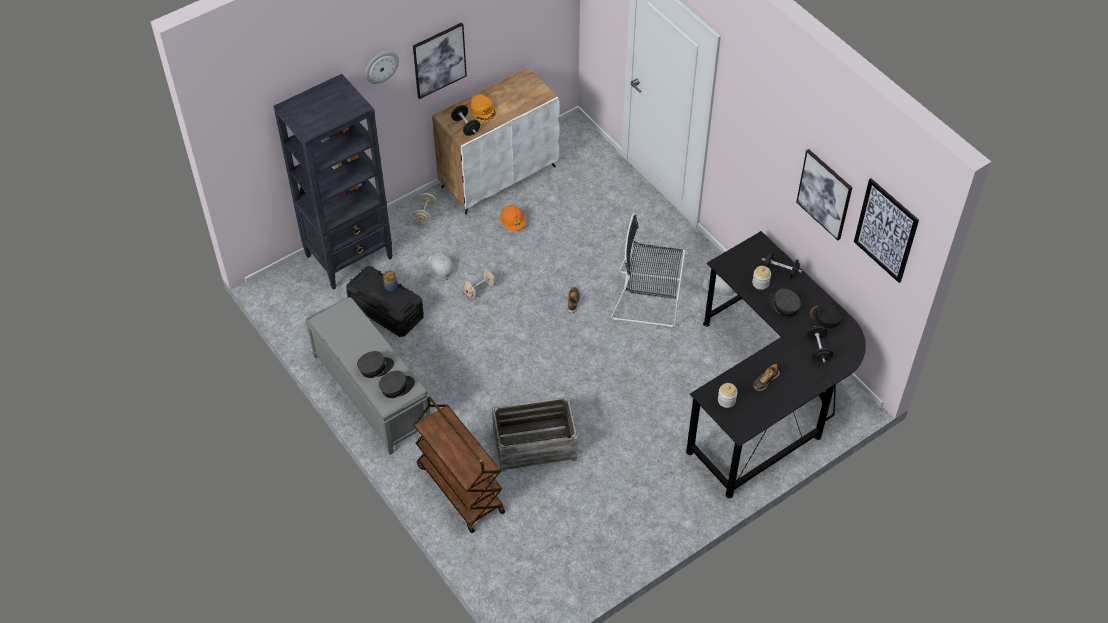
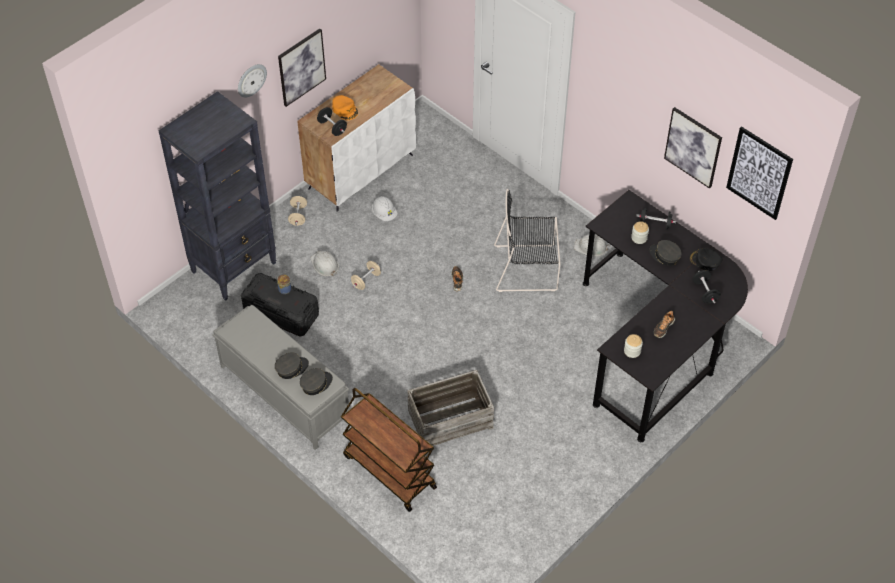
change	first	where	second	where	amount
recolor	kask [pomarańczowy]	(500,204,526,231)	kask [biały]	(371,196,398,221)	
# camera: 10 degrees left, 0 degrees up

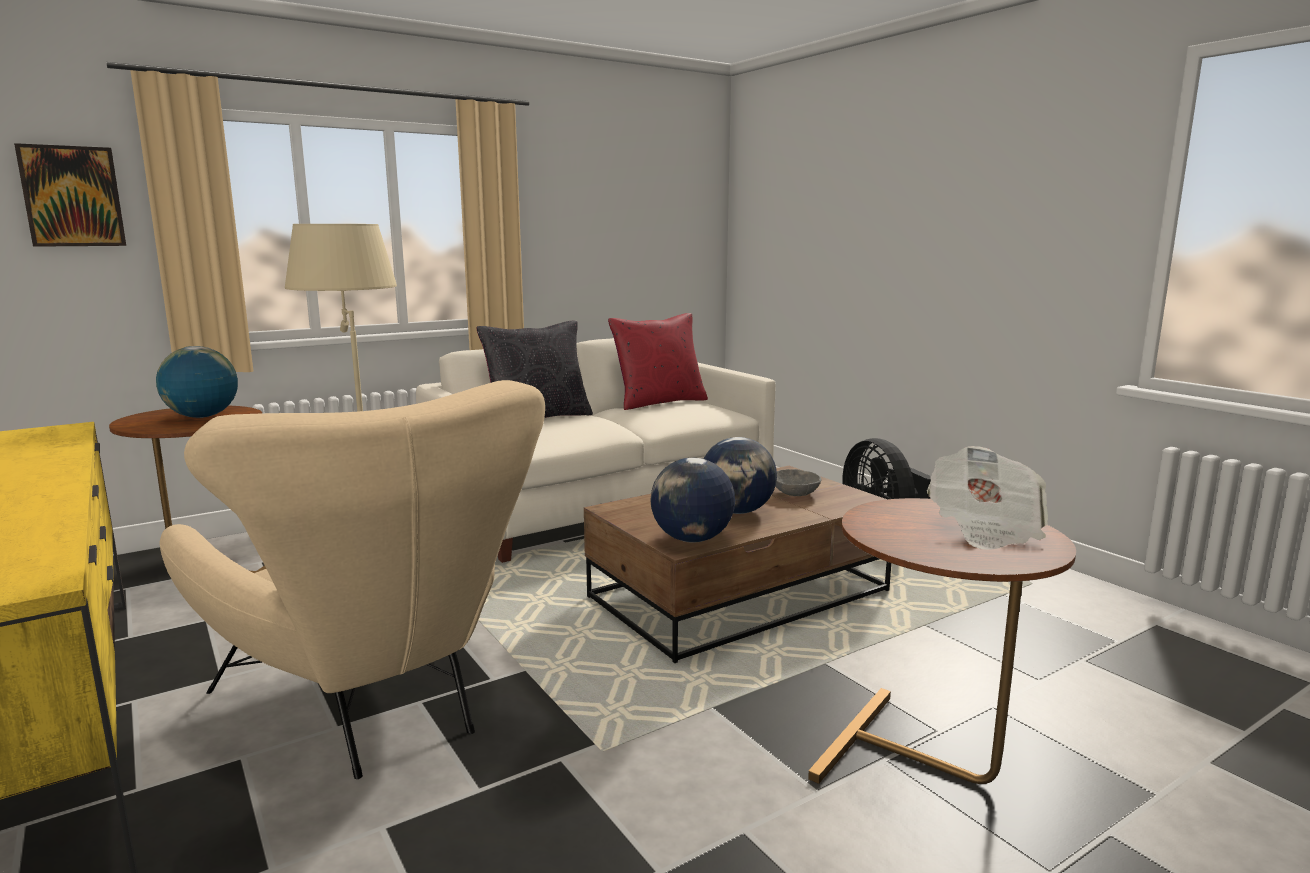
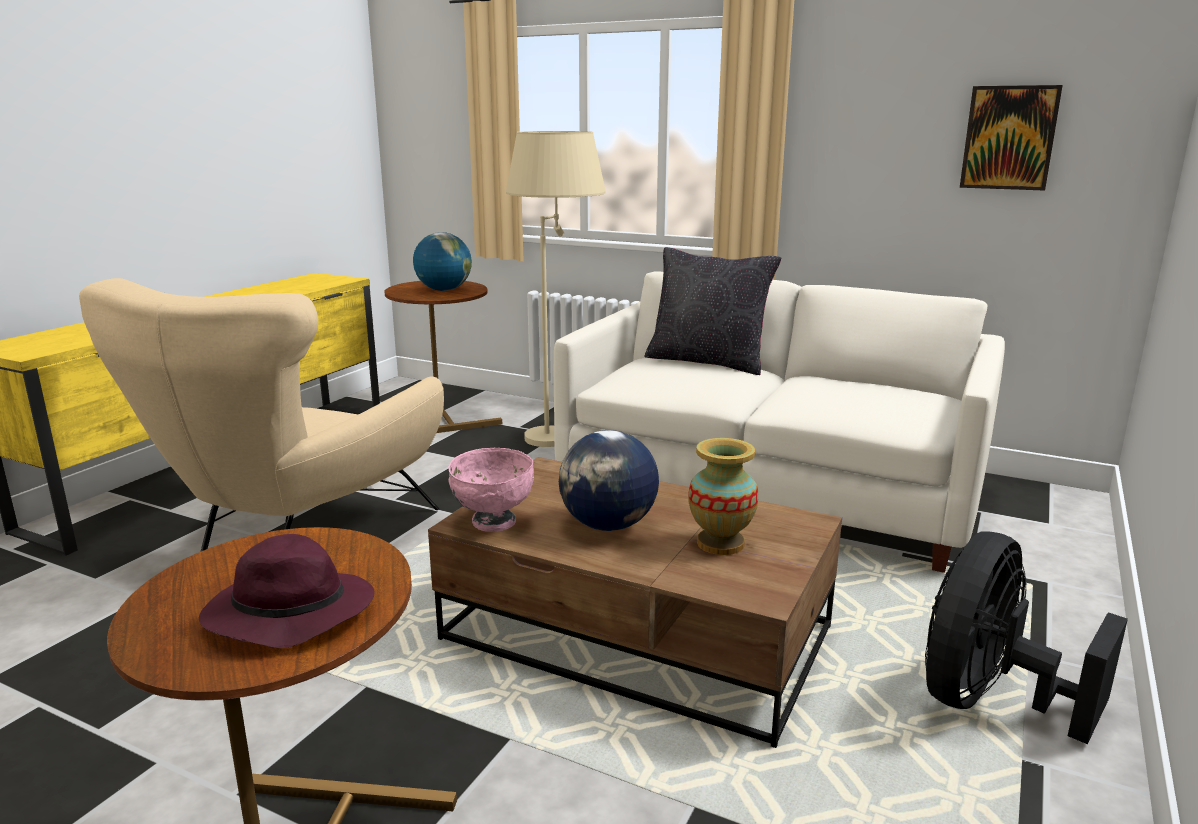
change	first	where	second	where	amount
delete	poduszka [czerwony]	(608,313,708,410)			
move	obraz	(14,143,126,247)		(960,85,1063,191)	
replace	globus	(650,458,735,543)	miska [różowy]	(448,448,534,532)	
replace	miska [szary]	(776,469,821,496)	wazon	(688,438,758,555)	
replace	gazeta	(926,446,1048,550)	kapelusz [fioletowy]	(199,534,375,648)	
# camera: 60 degrees right, 5 degrees up

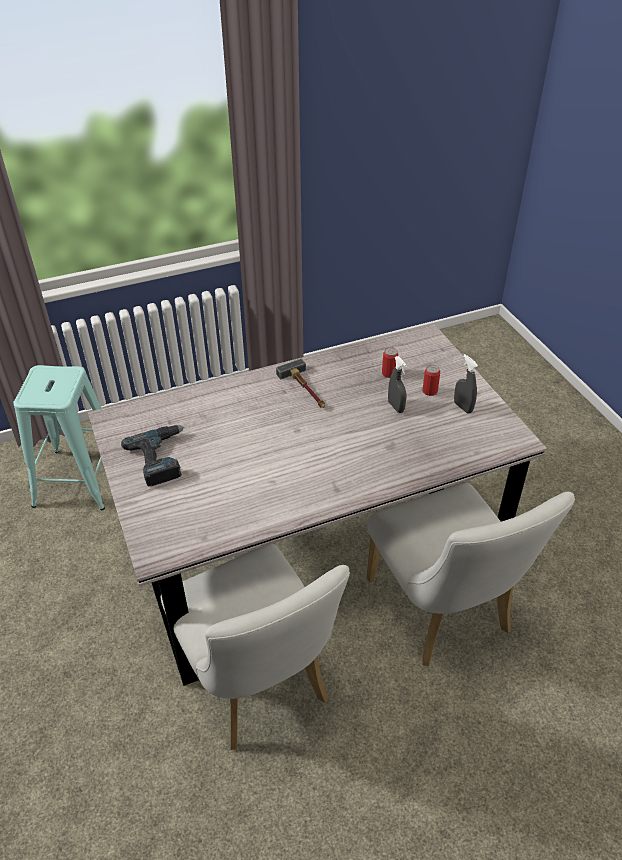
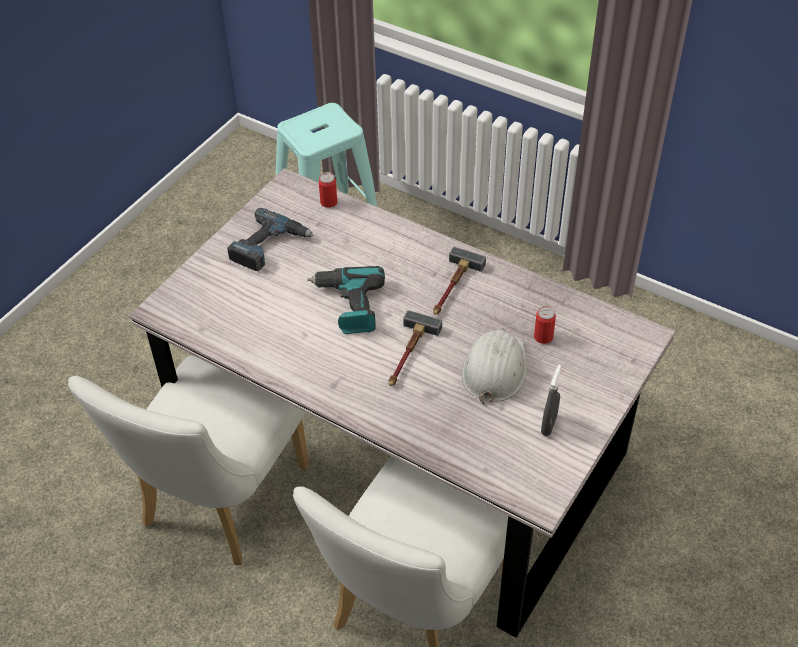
change	first	where	second	where	amount
insert			wiertarka	(307,266,385,334)	
insert			młotek	(389,310,442,386)	
move	puszka	(423,364,440,396)		(319,173,337,208)	
replace	spryskiwacz [szary]	(388,356,407,413)	kask [biały]	(462,328,527,404)	
# camera: 55 degrees right, 5 degrees up

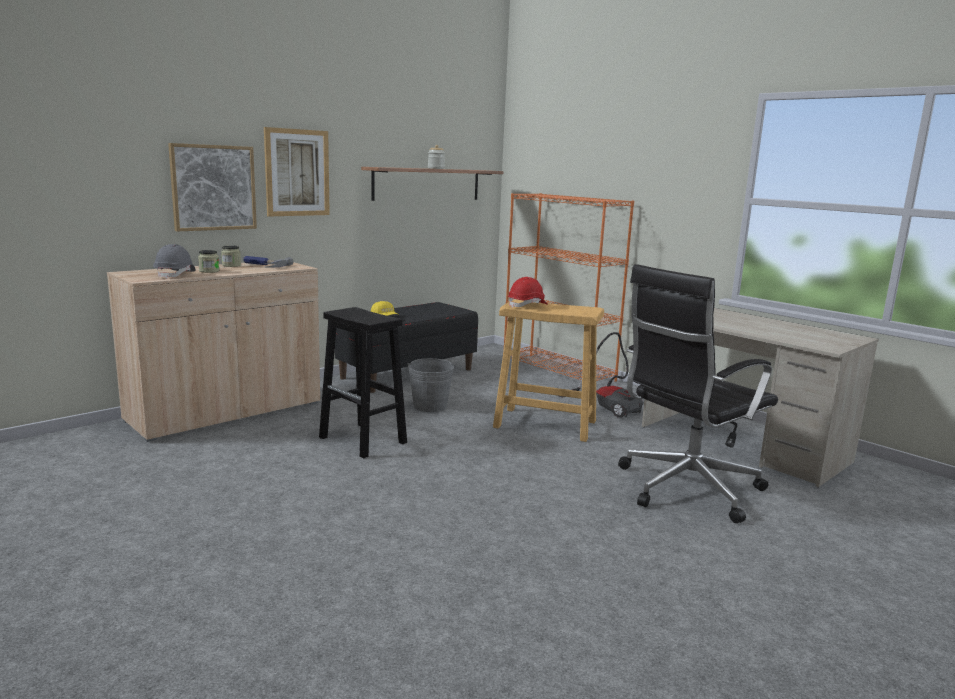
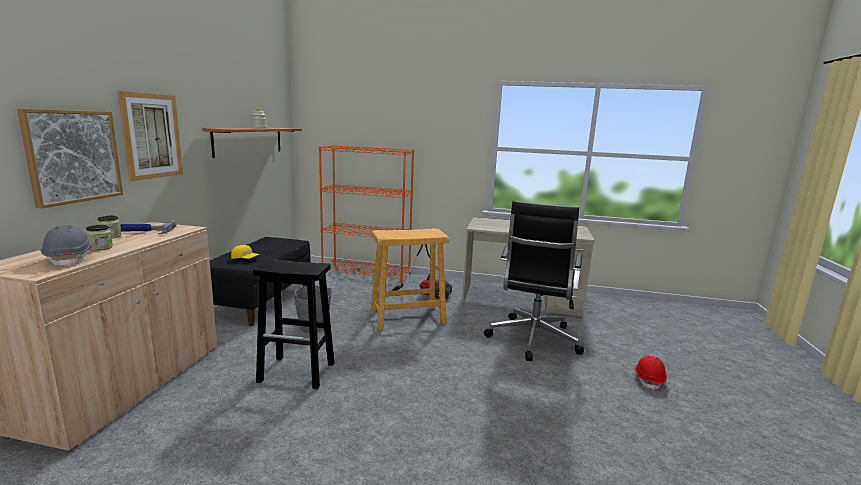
change	first	where	second	where	amount
move	kask [czerwony]	(508,277,548,308)		(635,356,667,390)	
# camera: 35 degrees left, 0 degrees up

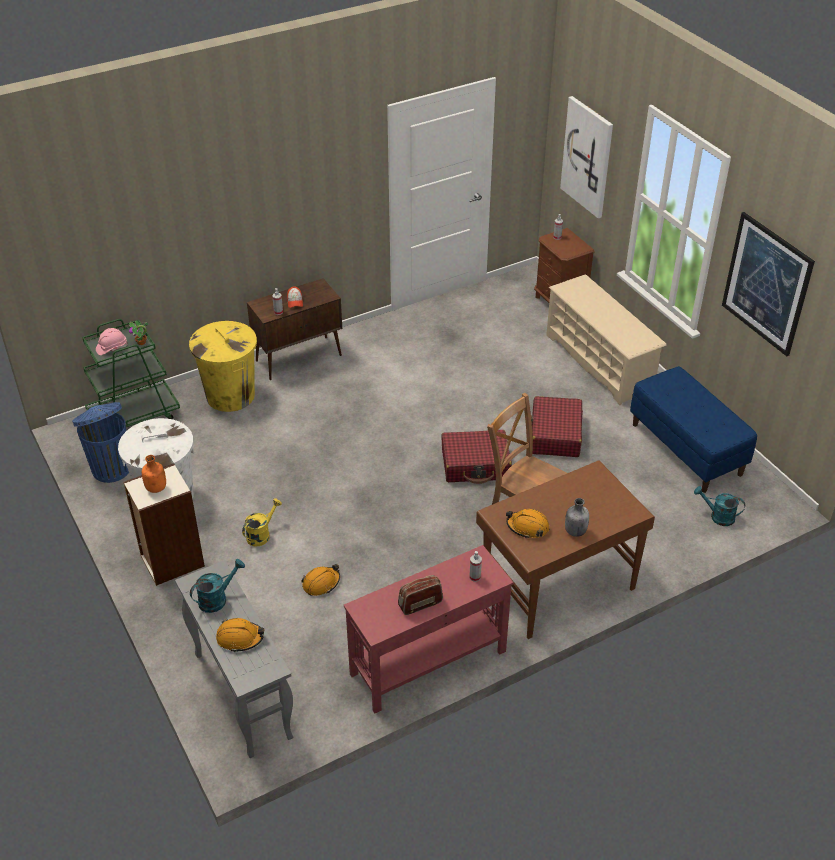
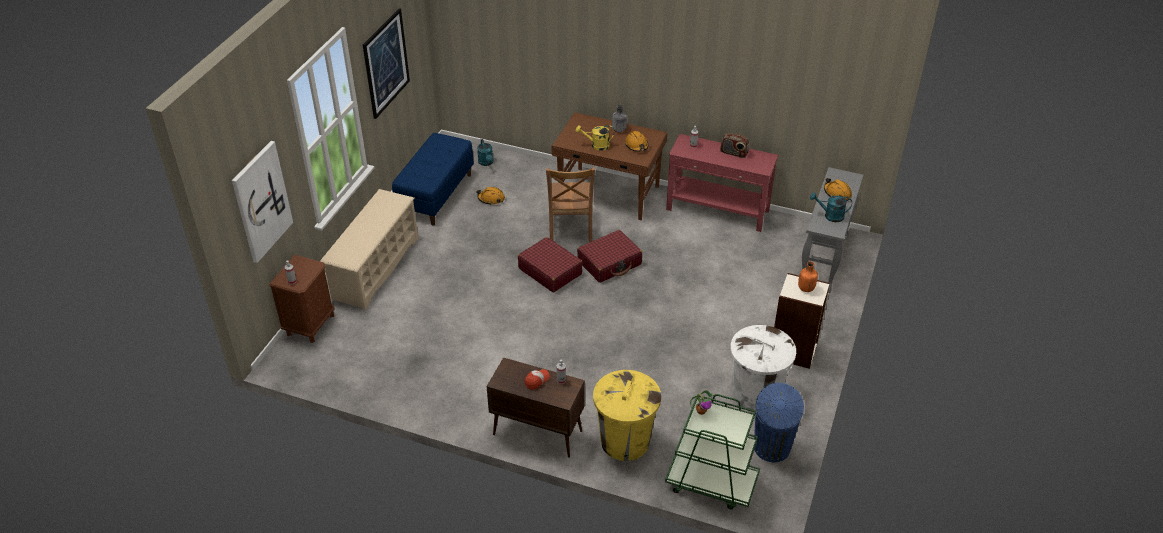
change	first	where	second	where	amount
delete	kask [różowy]	(96,328,127,355)			
move	konewka [żółty]	(242,498,282,547)		(576,125,614,151)	
move	kask [pomarańczowy]	(301,564,340,596)		(476,187,505,205)	
move	walizka [czerwony]	(531,396,583,457)		(577,230,642,283)	
# camera: 130 degrees left, 0 degrees up

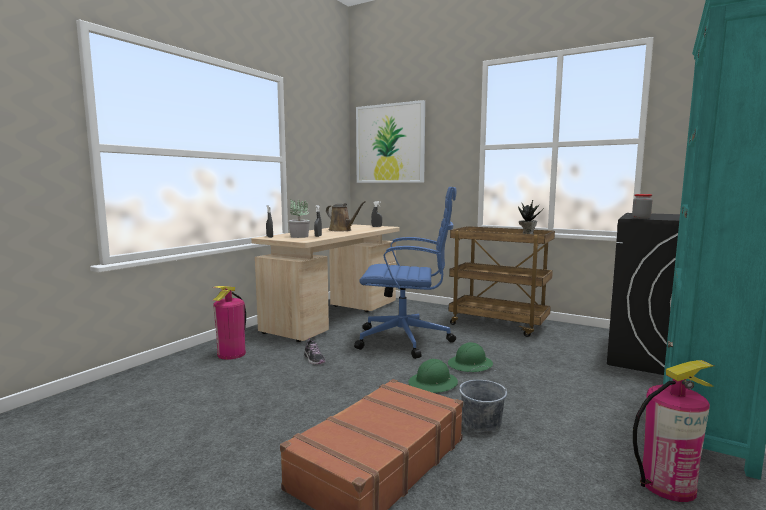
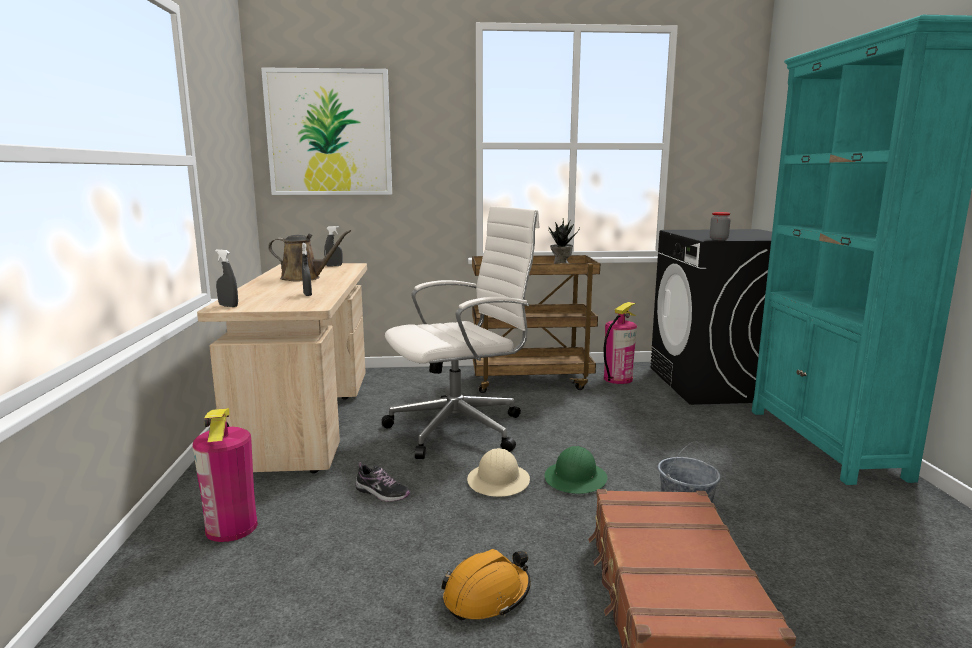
change	first	where	second	where	amount
delete	roślina doniczkowa	(288,200,310,238)			
delete	kask [zielony]	(448,342,493,372)			
insert			kask [pomarańczowy]	(441,549,531,620)	
insert			kask [beżowy]	(467,448,530,497)	
move	gaśnica	(633,360,714,502)		(604,302,637,384)	
recolor	krzesło biurowe [niebieski]	(354,187,456,359)	krzesło biurowe [biały]	(381,206,540,459)	
# camera: 35 degrees left, 5 degrees up

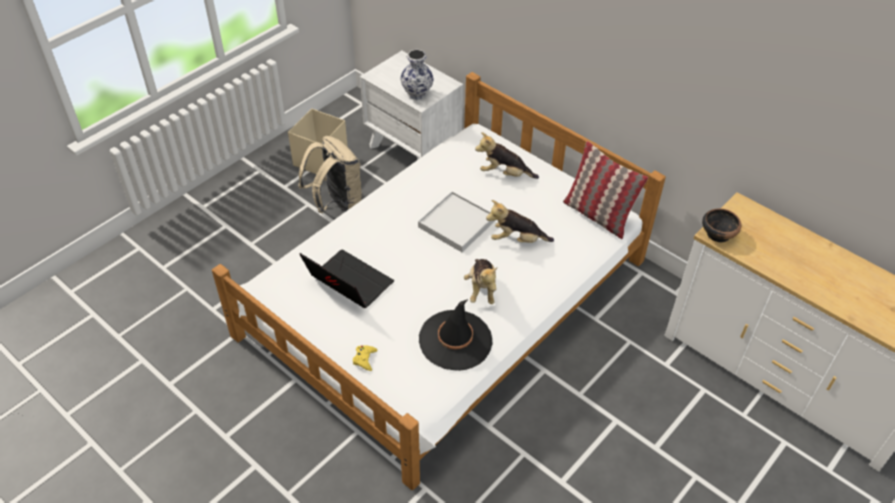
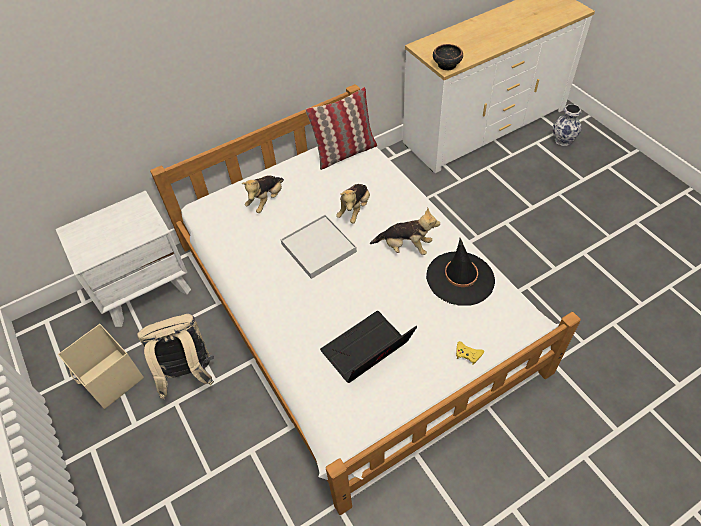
change	first	where	second	where	amount
move	wazon	(400,49,434,100)		(552,104,582,146)	
# camera: 70 degrees left, 5 degrees up

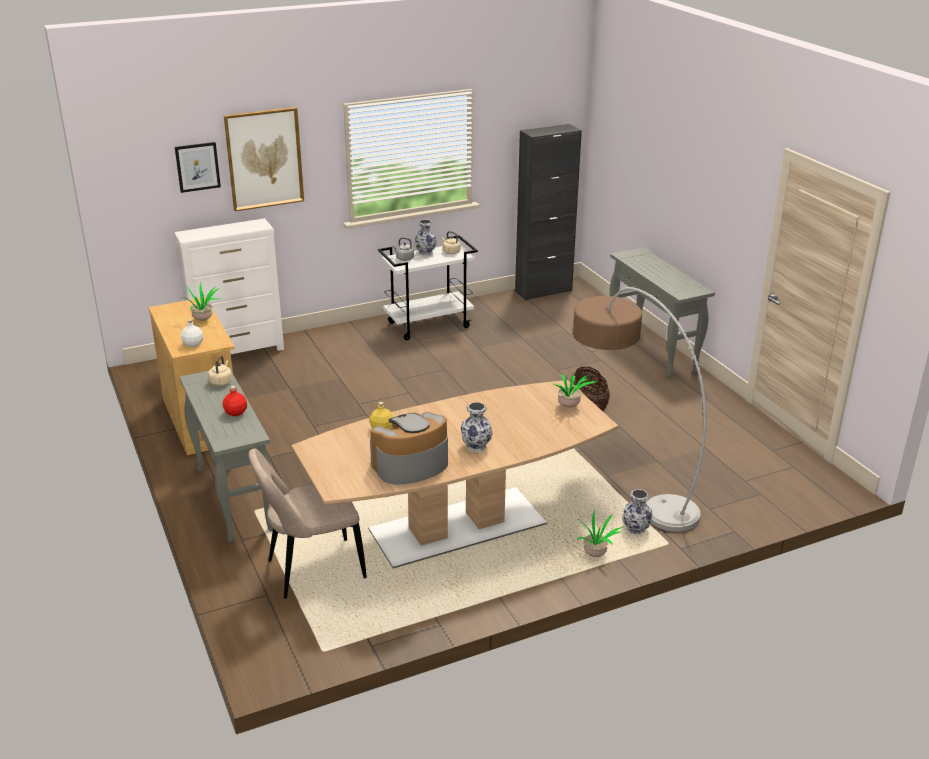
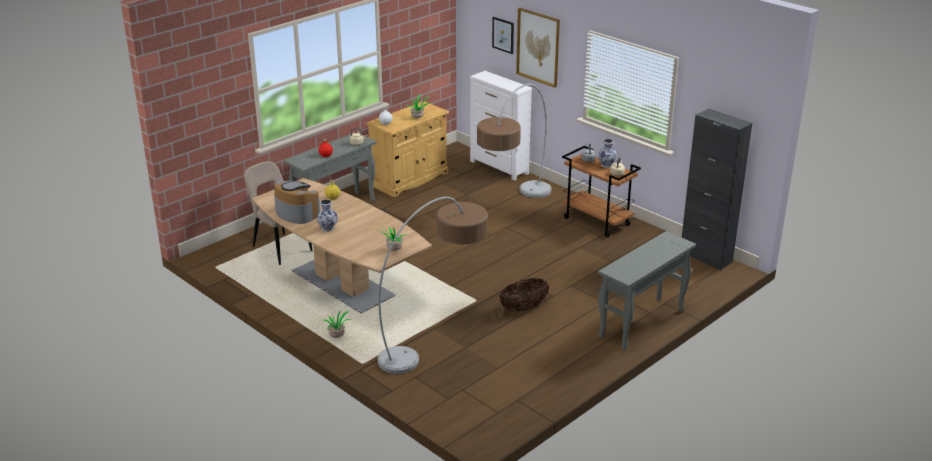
change	first	where	second	where	amount
delete	wazon	(622,489,653,534)			
insert			lampa stojąca	(477,84,551,198)	
recolor	wózek [biały]	(378,235,478,340)	wózek [brązowy]	(562,146,641,237)	
# camera: 70 degrees right, 0 degrees up

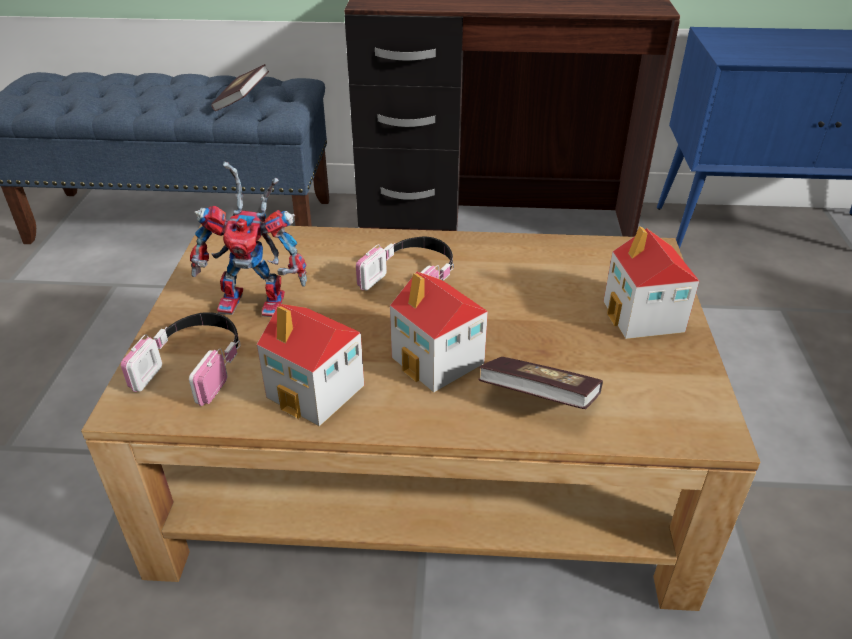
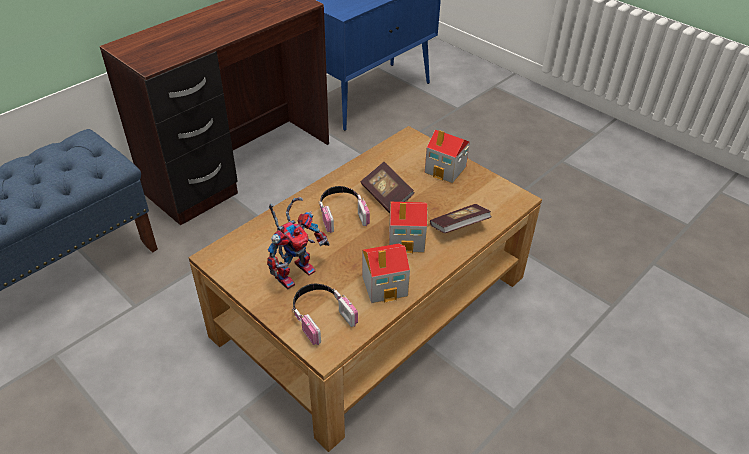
change	first	where	second	where	amount
move	książka	(211,64,269,111)		(361,162,414,213)	
# camera: 50 degrees left, 5 degrees up

